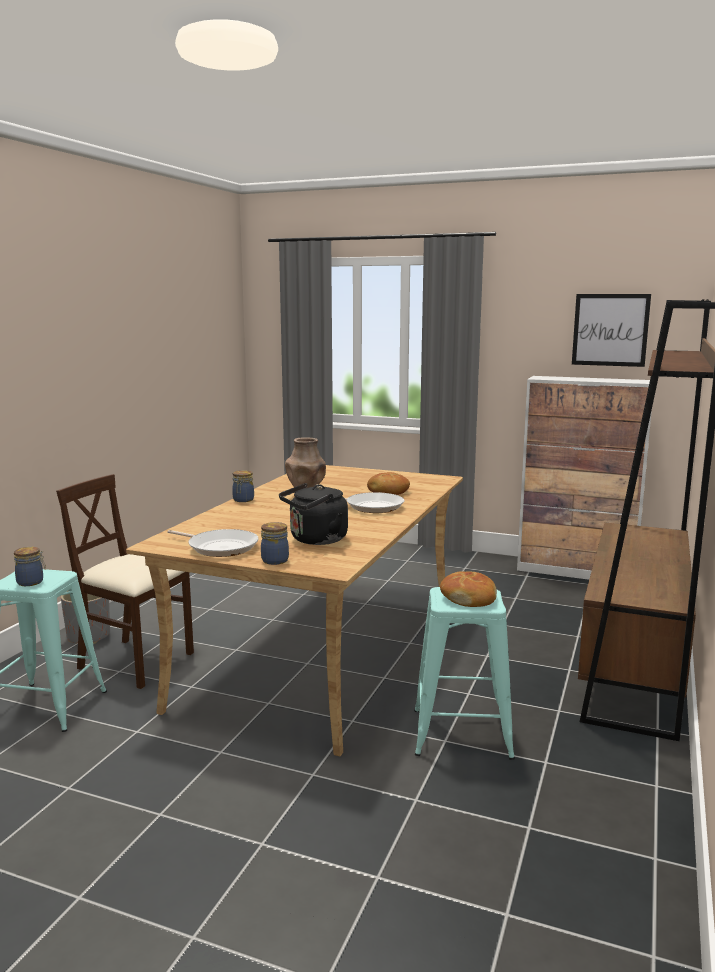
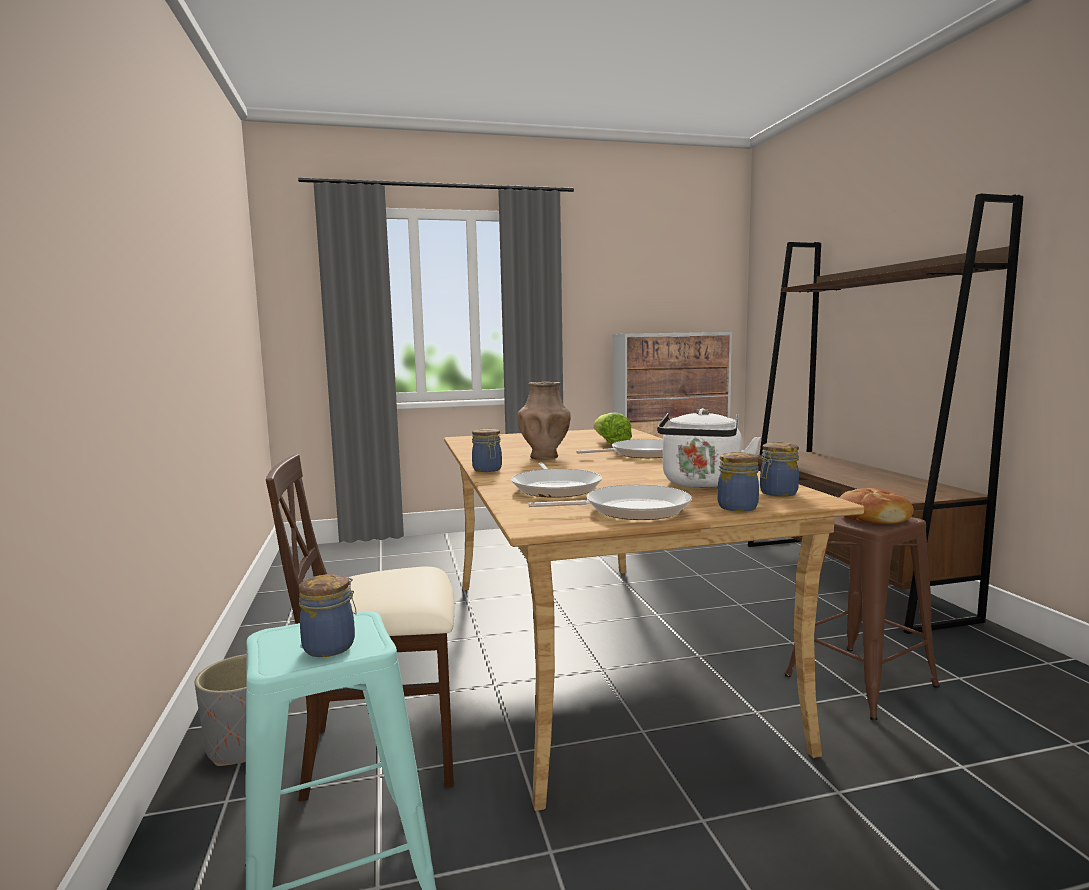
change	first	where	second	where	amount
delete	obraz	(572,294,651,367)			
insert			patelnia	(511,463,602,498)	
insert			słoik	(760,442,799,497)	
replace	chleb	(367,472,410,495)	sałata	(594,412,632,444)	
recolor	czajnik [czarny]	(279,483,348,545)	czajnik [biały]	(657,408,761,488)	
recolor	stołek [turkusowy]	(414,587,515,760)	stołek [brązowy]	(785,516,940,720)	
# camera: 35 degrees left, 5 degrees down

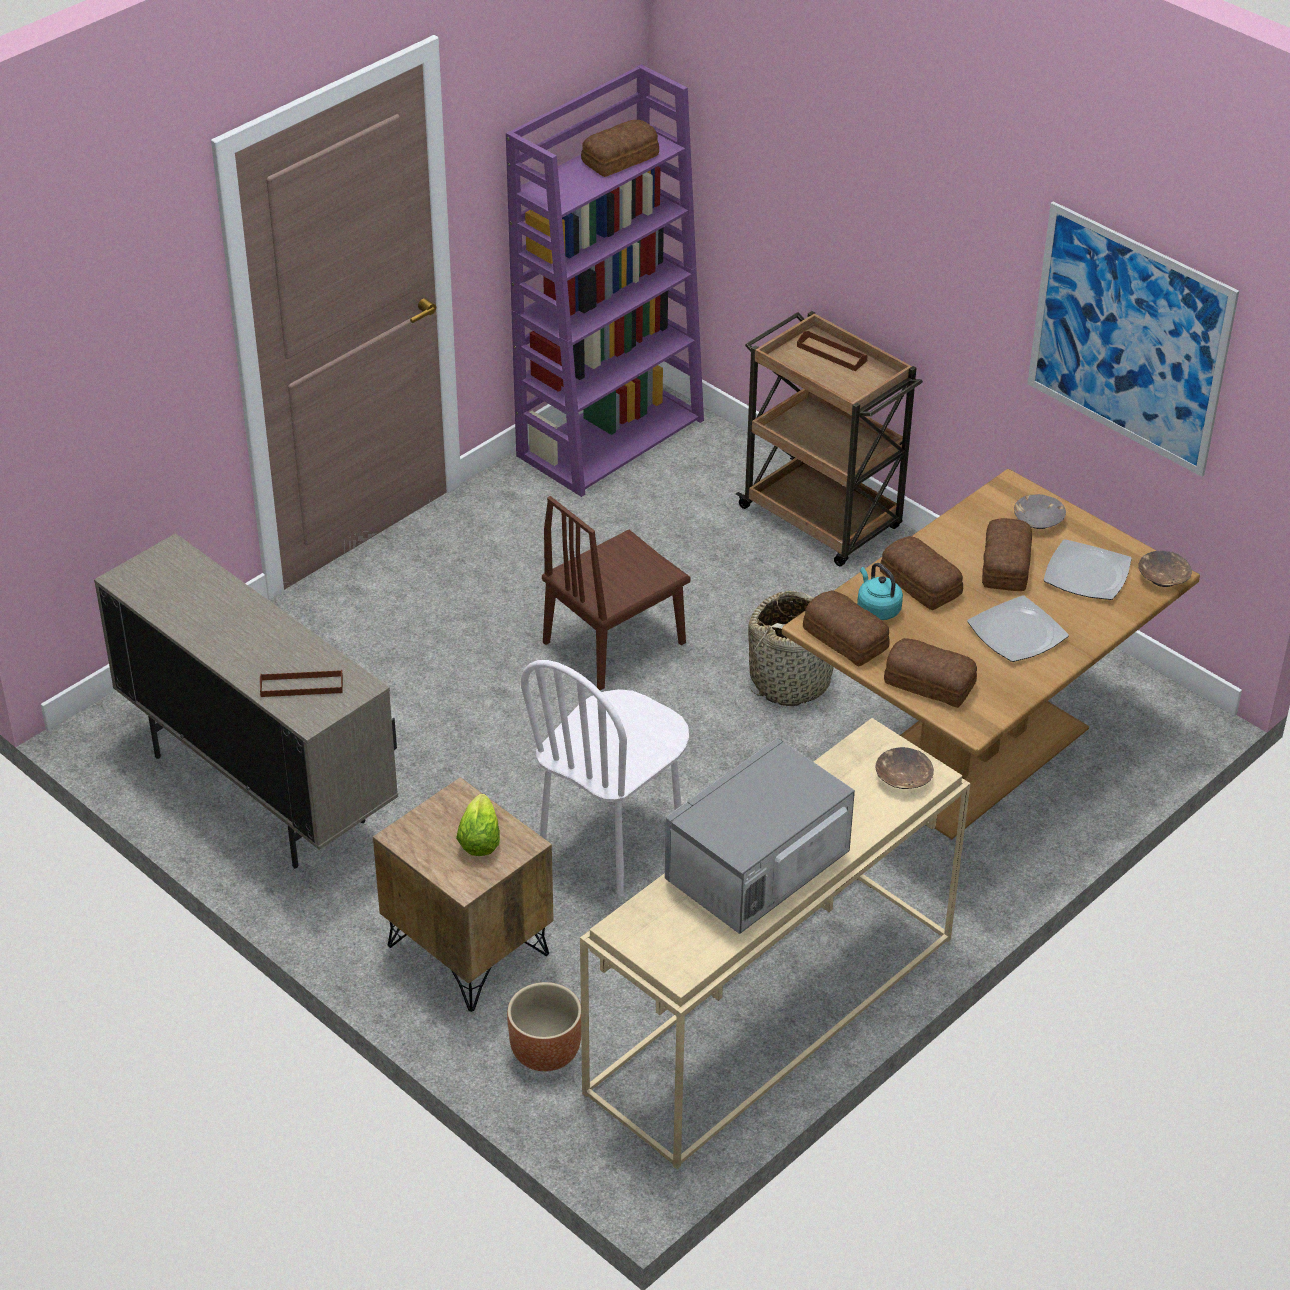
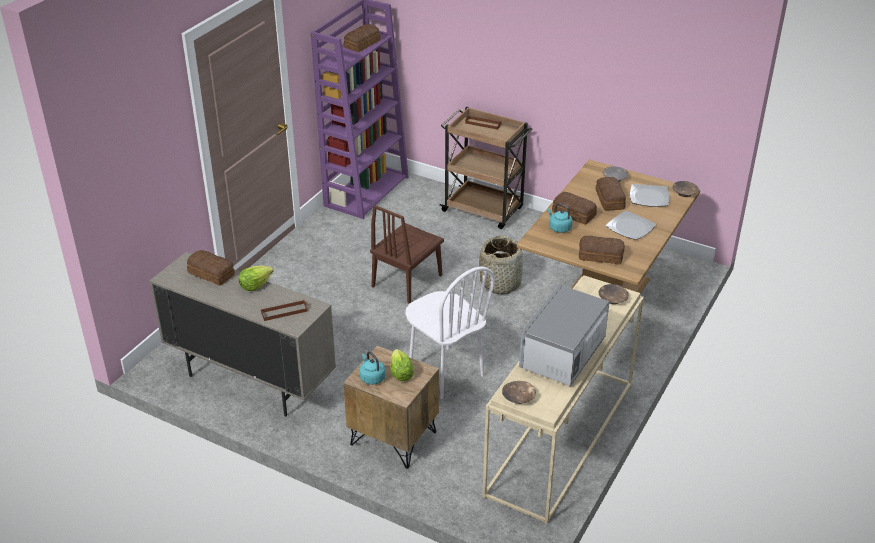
change	first	where	second	where	amount
delete	donica [brązowy]	(507,982,581,1071)			
delete	obraz	(1027,201,1239,477)			
insert			sałata	(239,265,274,291)	
insert			czajnik [turkusowy]	(359,351,386,385)	
insert			miska [brązowy]	(502,381,536,404)	
move	chleb	(803,590,890,666)		(187,250,235,286)	
rotate	krzesło [biały]	(521,660,689,896)		(406,267,495,399)	60 degrees counterclockwise
# camera: 15 degrees left, 5 degrees down

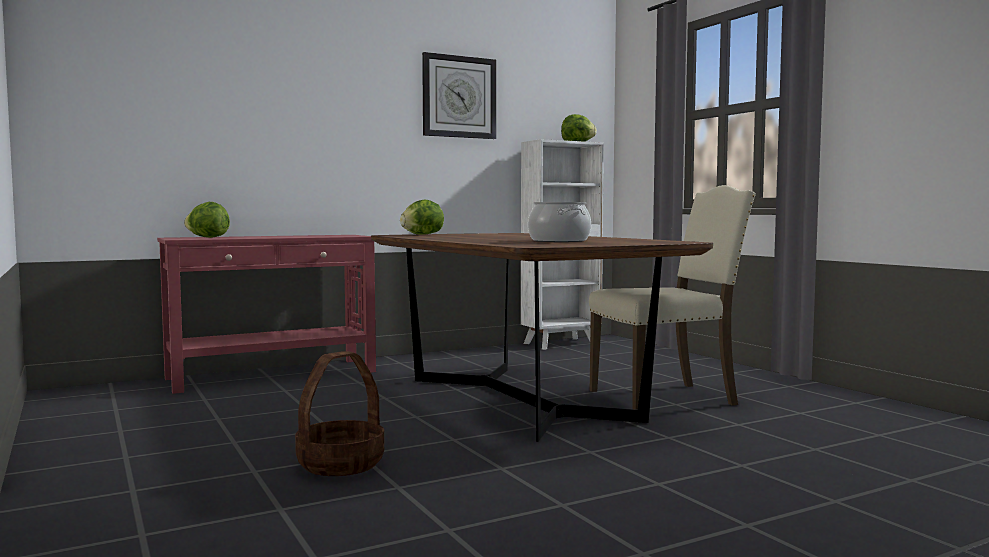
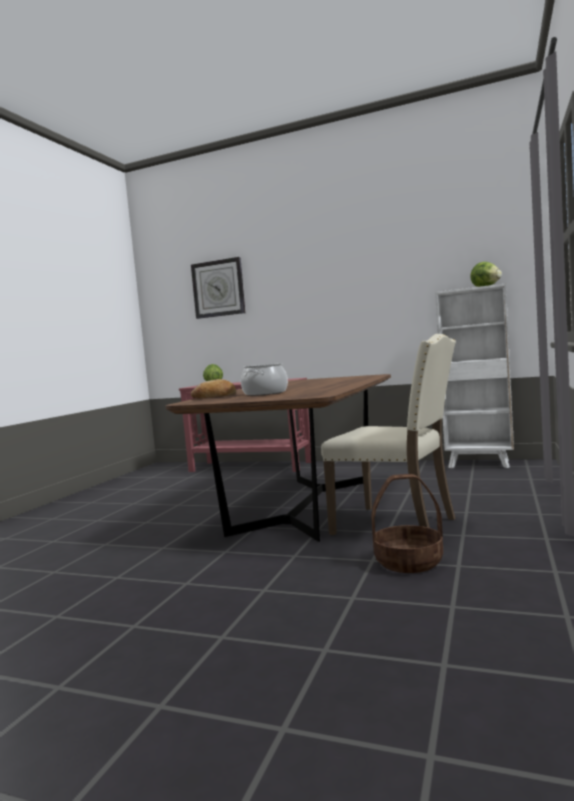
change	first	where	second	where	amount
delete	sałata	(400,200,444,235)			
insert			chleb	(191,379,236,399)	
move	koszyk	(295,351,384,476)		(371,474,443,573)	
move	zegar ścienny	(422,52,496,139)		(191,257,246,319)	
# camera: 50 degrees right, 0 degrees up

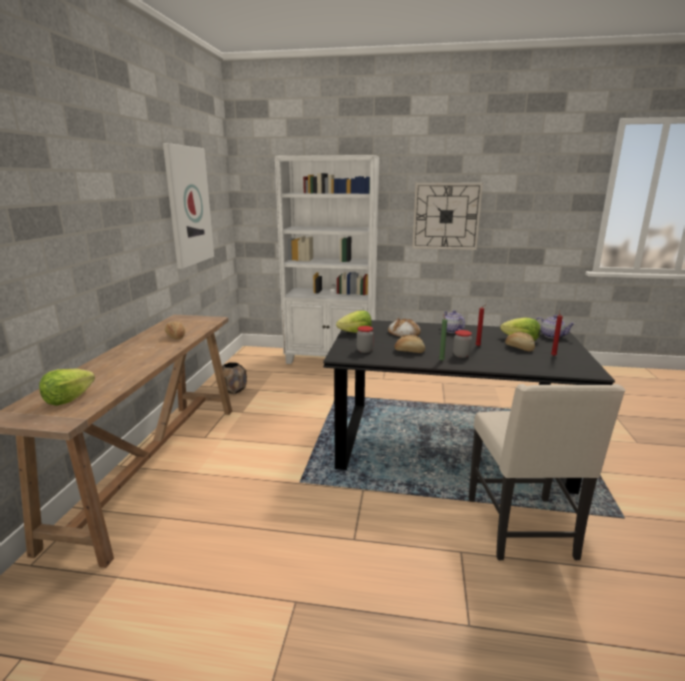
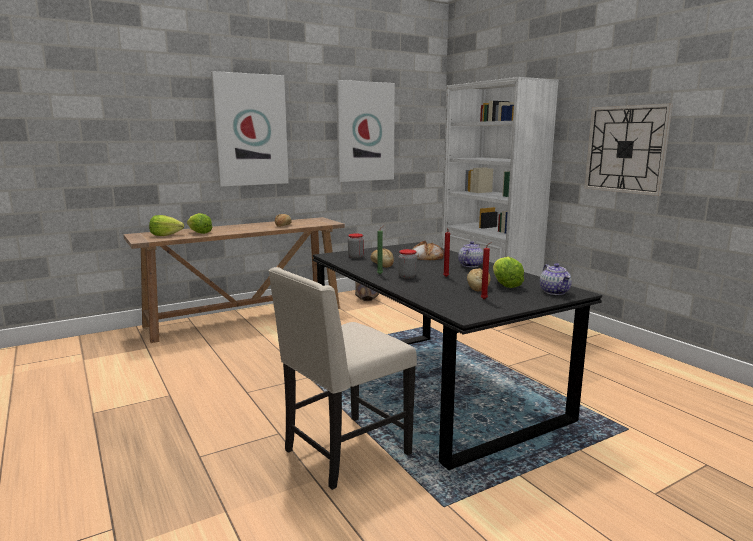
change	first	where	second	where	amount
insert			obraz	(211,71,289,187)	
move	sałata	(336,311,372,333)		(187,213,213,234)	
# camera: 50 degrees right, 5 degrees down

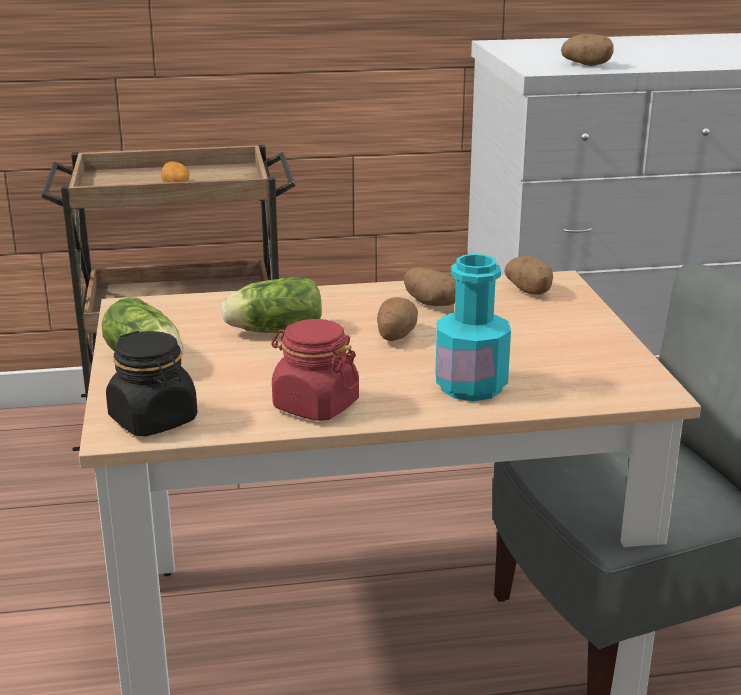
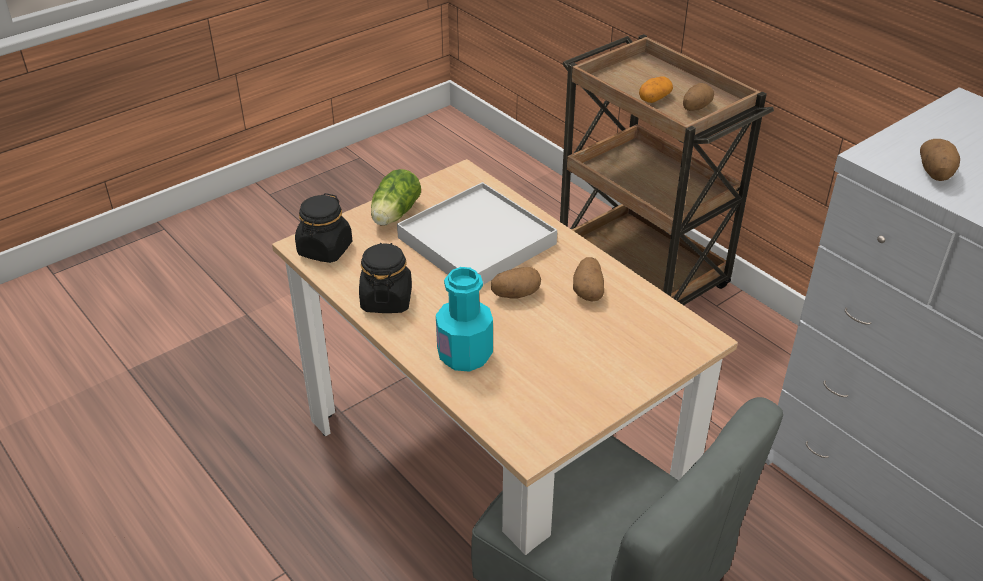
change	first	where	second	where	amount
move	ziemniak	(504,256,553,295)		(683,83,714,111)	
replace	sałata	(221,277,322,333)	taca [biały]	(397,182,557,285)	
recolor	słoik [czerwony]	(272,319,359,421)	słoik [czarny]	(359,243,412,313)	
# camera: 60 degrees right, 15 degrees up

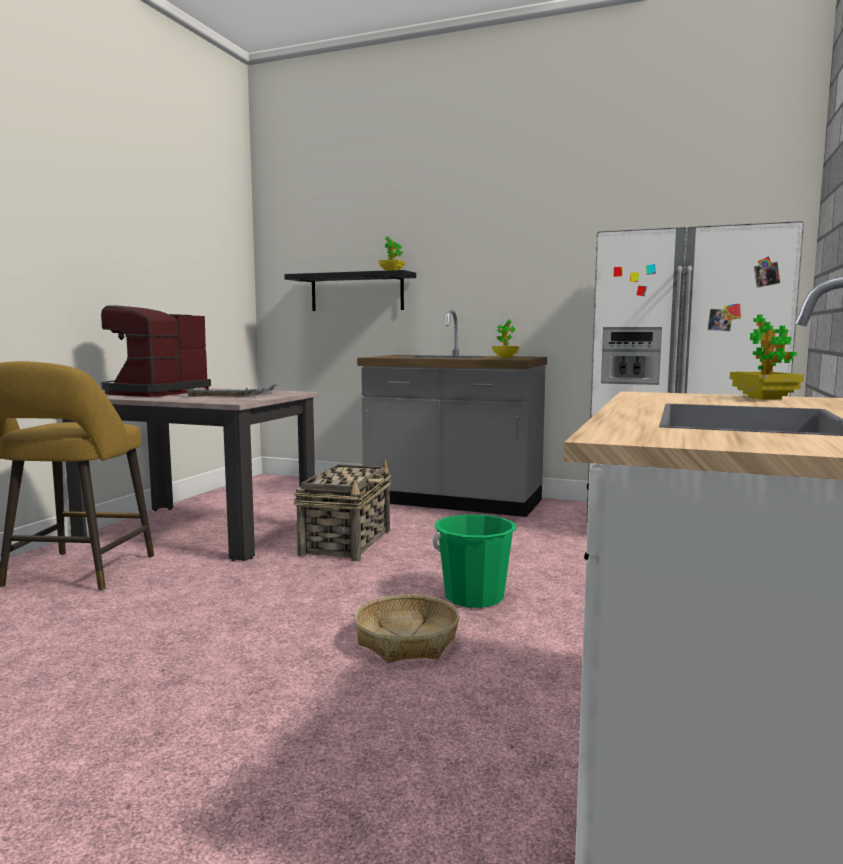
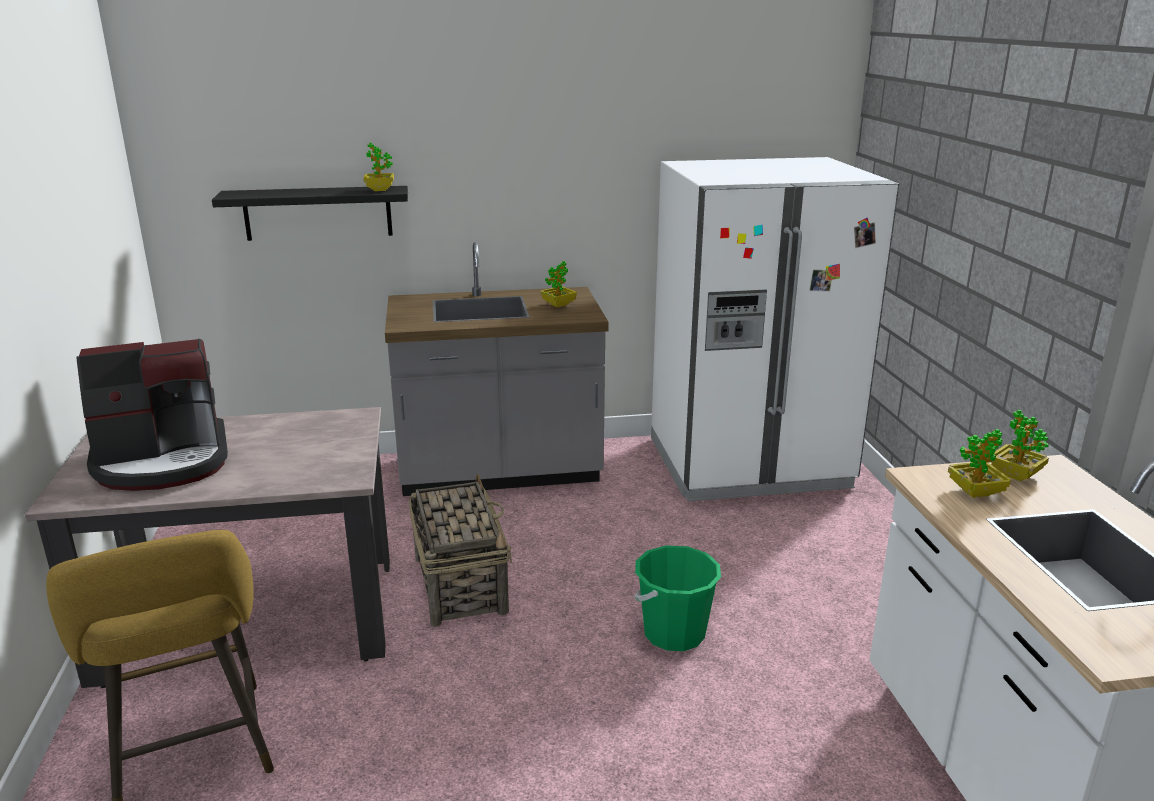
change	first	where	second	where	amount
delete	taca [szary]	(186,385,277,397)			
delete	koszyk	(354,594,459,663)			
insert			roślina doniczkowa	(948,429,1011,498)	
rotate	ekspres do kawy	(101,305,211,397)		(76,339,228,491)	105 degrees counterclockwise
# camera: 30 degrees left, 15 degrees up

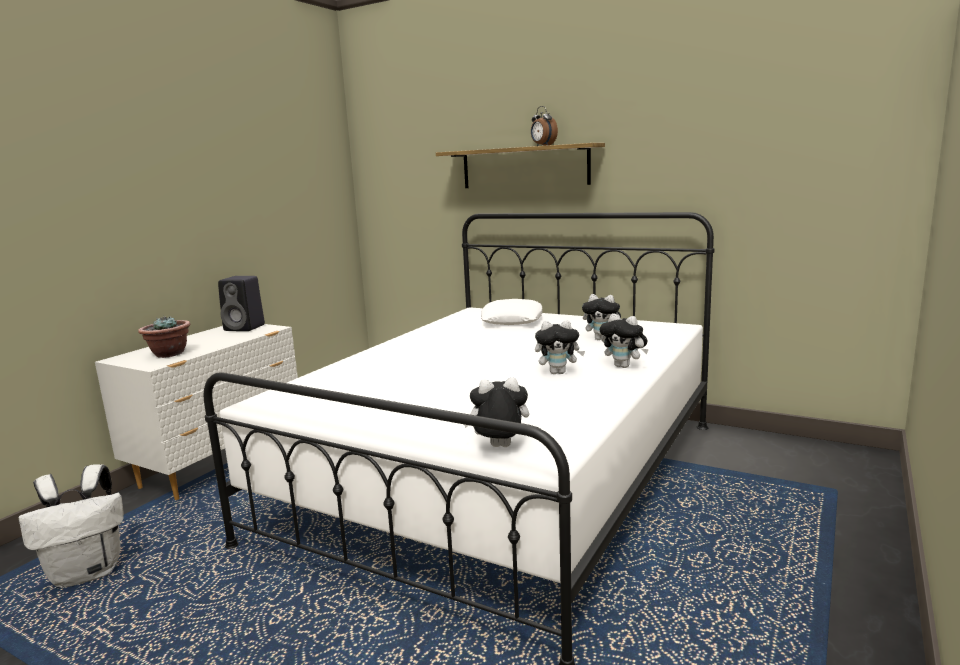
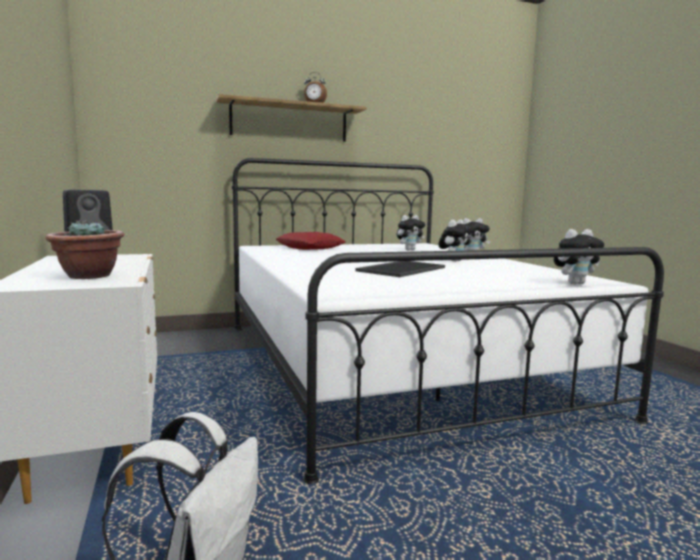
change	first	where	second	where	amount
insert			taca	(356,261,445,277)	
recolor	poduszka [biały]	(481,299,542,325)	poduszka [czerwony]	(276,232,346,250)	
rotate	pluszak	(464,377,529,447)		(554,229,604,285)	150 degrees counterclockwise
# camera: 50 degrees left, 5 degrees down

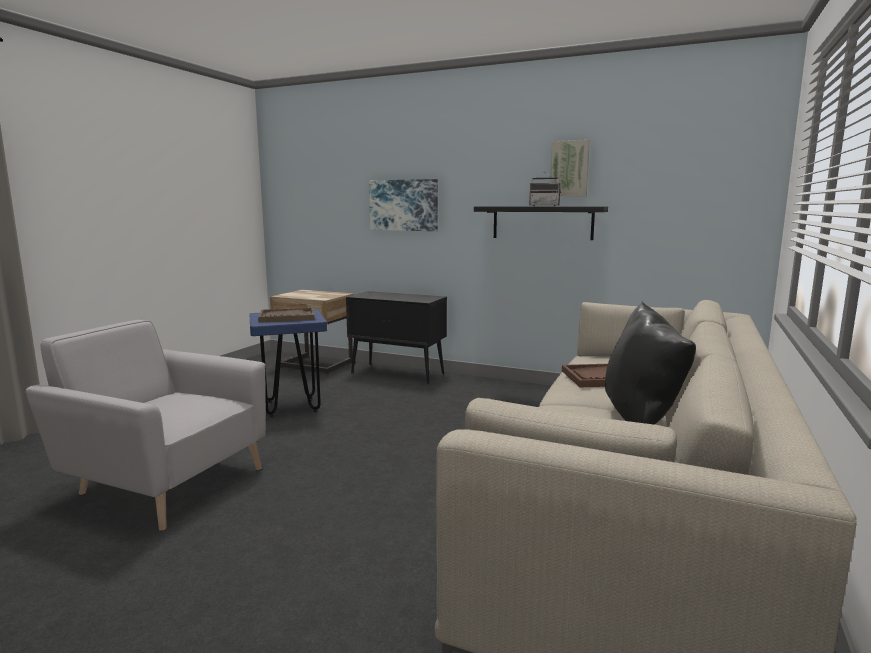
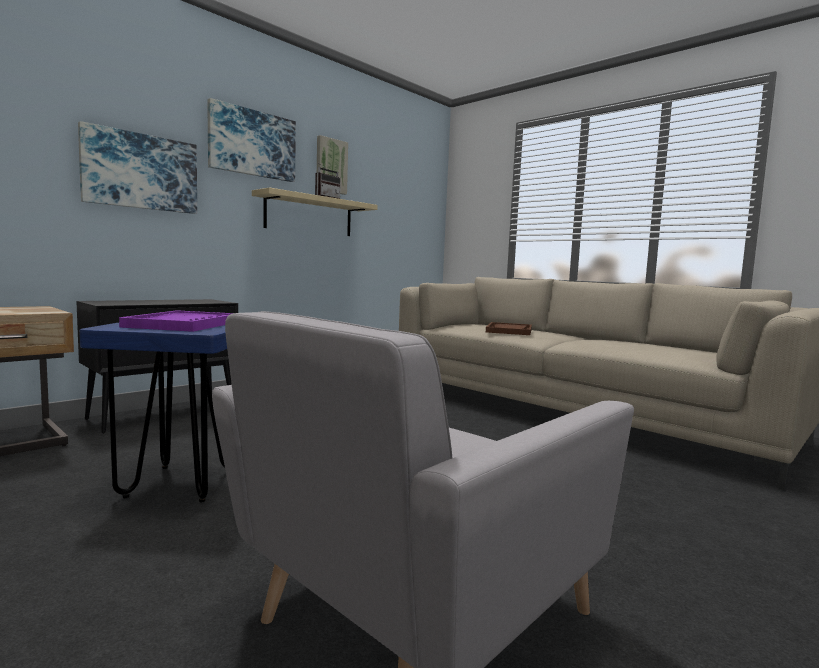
change	first	where	second	where	amount
delete	poduszka [czarny]	(605,302,696,425)			
insert			obraz	(208,98,296,182)	
recolor	taca [brązowy]	(258,308,315,323)	taca [fioletowy]	(119,310,233,332)	
recolor	półka [czarny]	(474,206,608,240)	półka [beżowy]	(252,187,378,236)	
# camera: 70 degrees left, 5 degrees down

